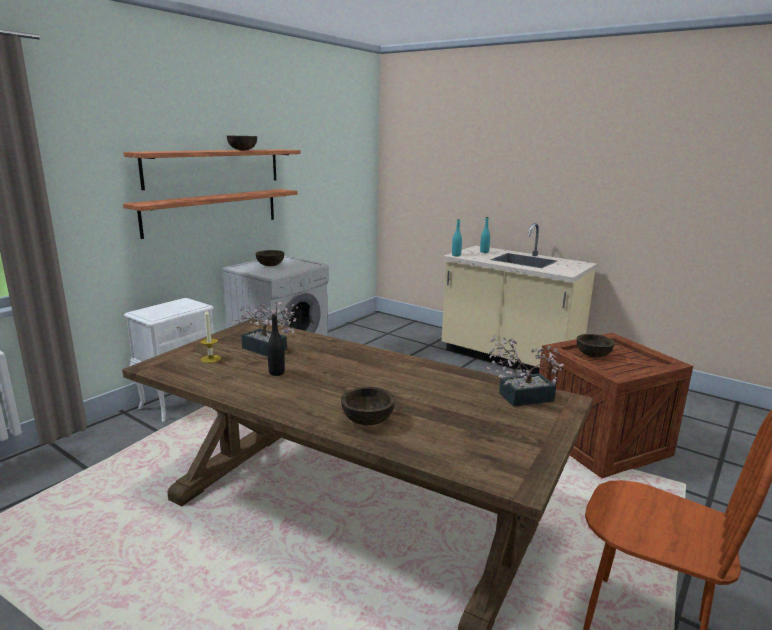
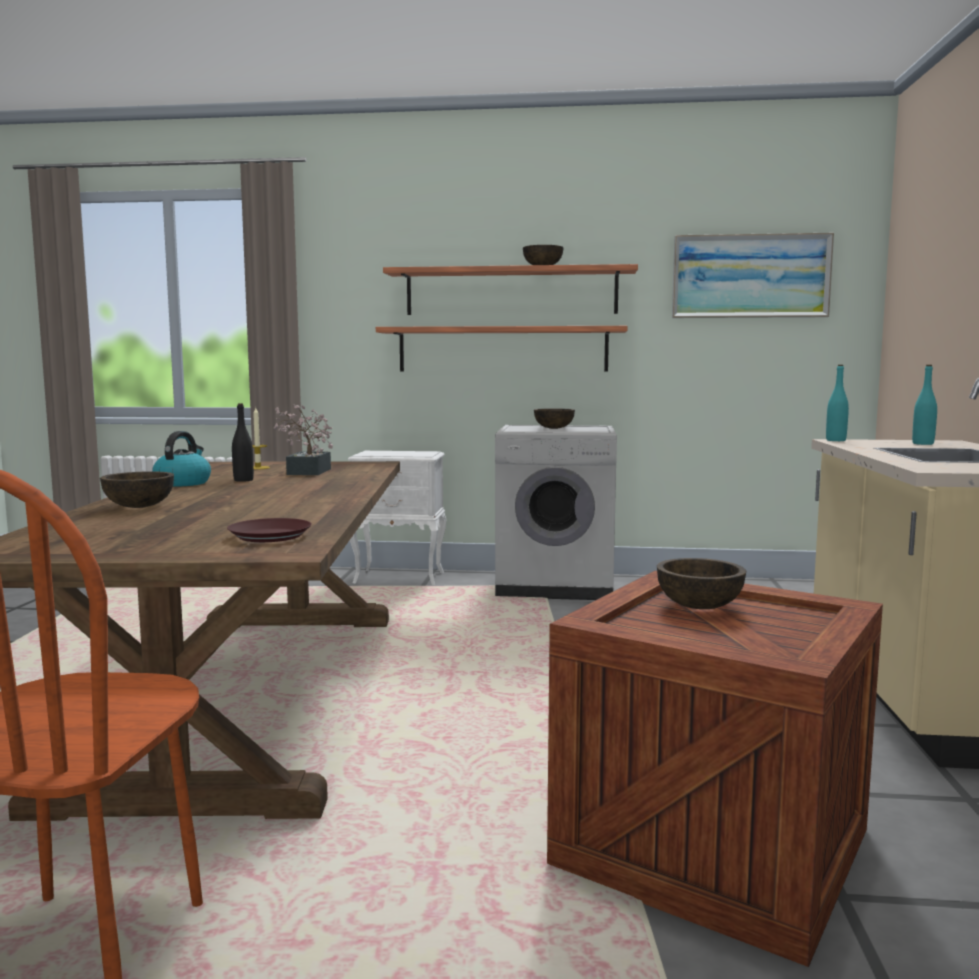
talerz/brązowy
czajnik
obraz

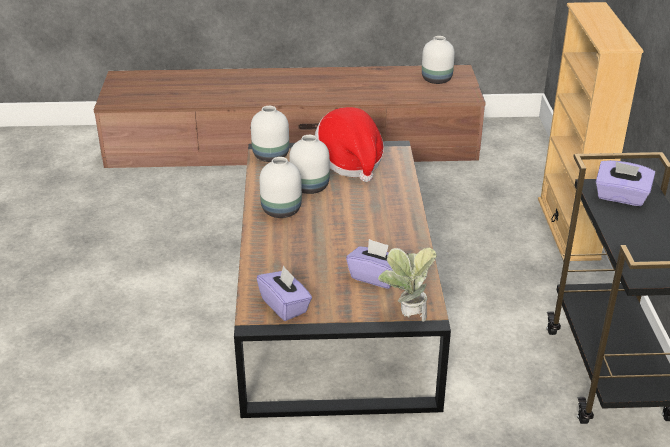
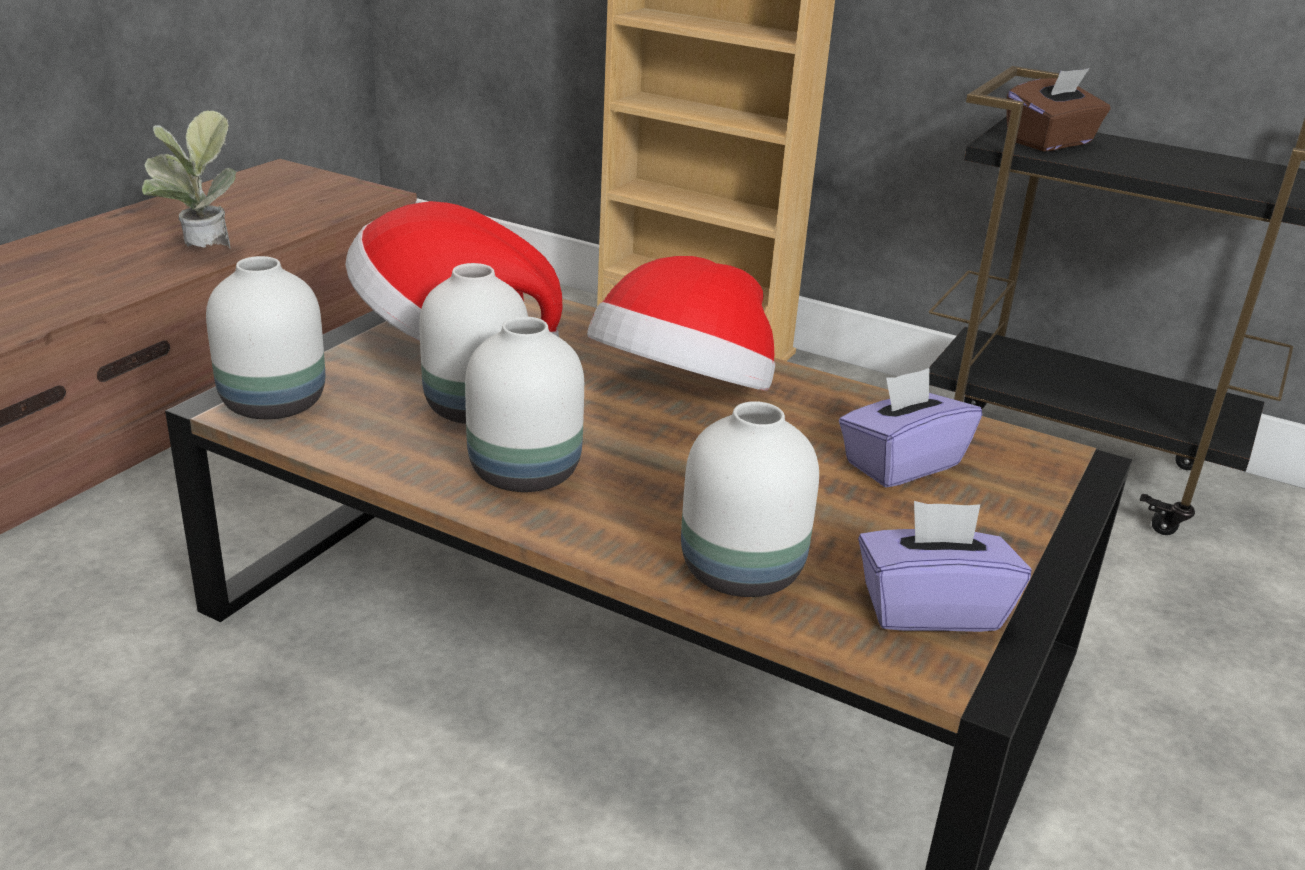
roślina doniczkowa
wazon/biały (4th from left)
pudełko chusteczek/brązowy
kapelusz (2nd from left)

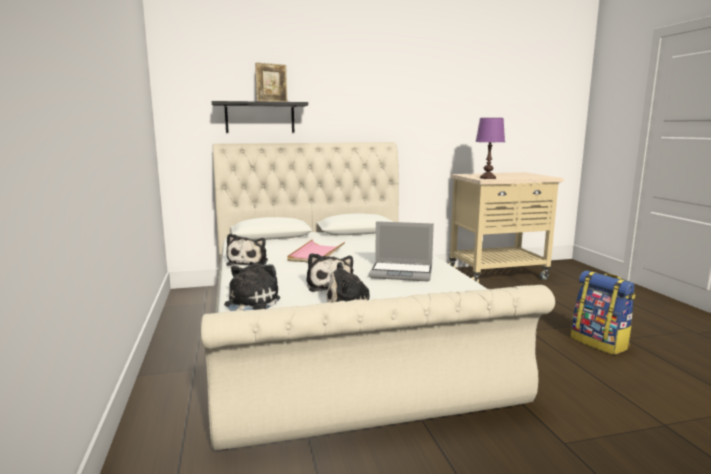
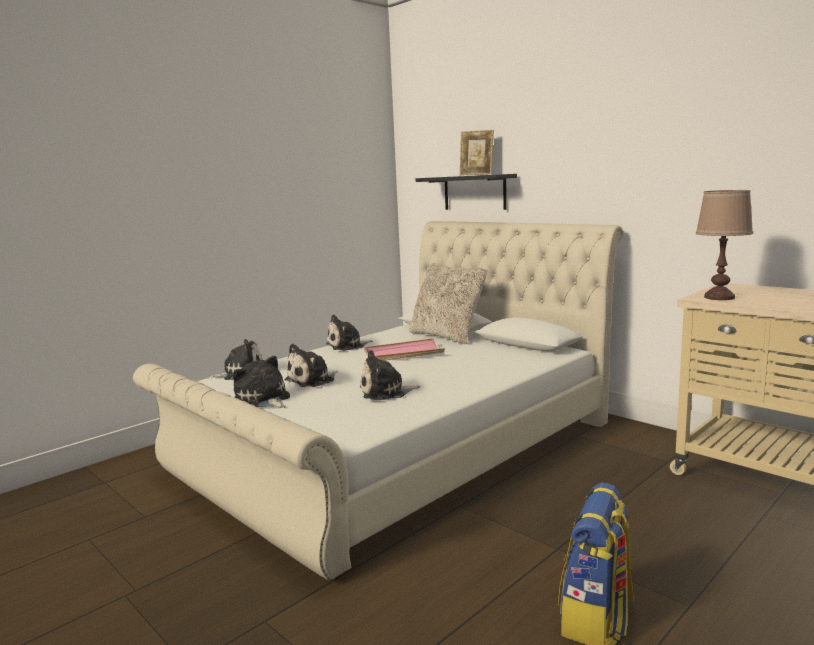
pluszak (5th from left)
lampa stołowa/brązowy
poduszka/beżowy

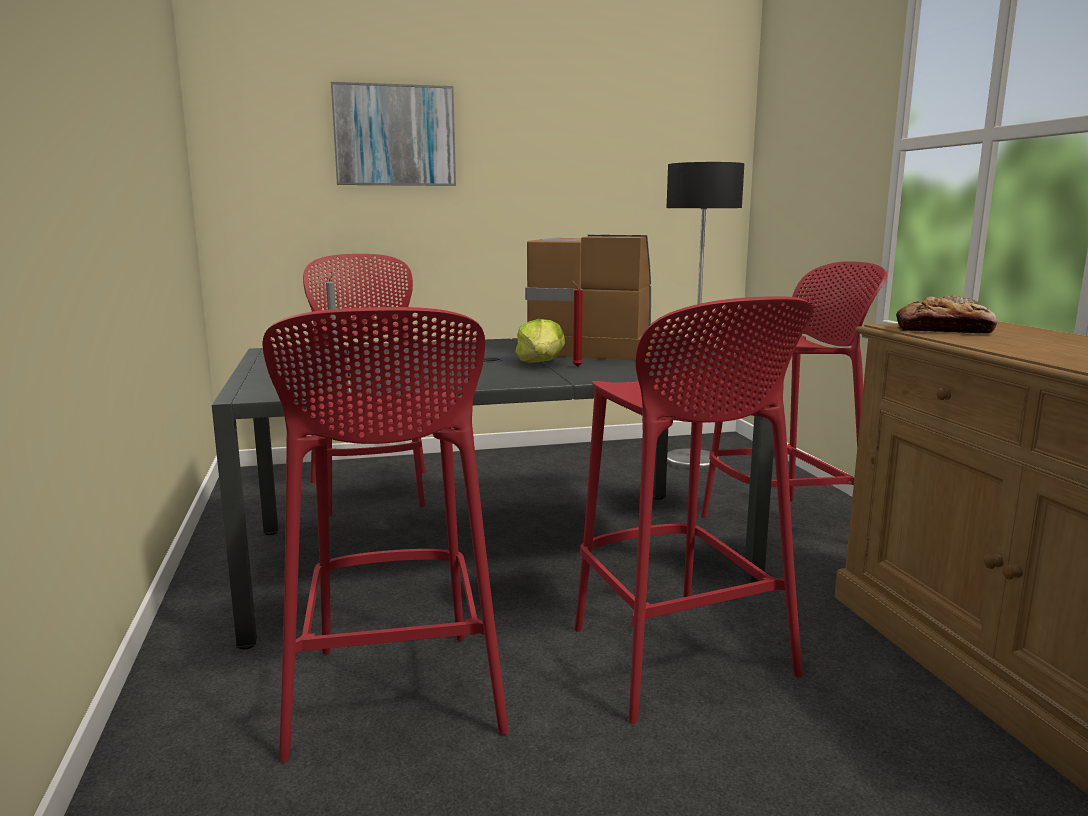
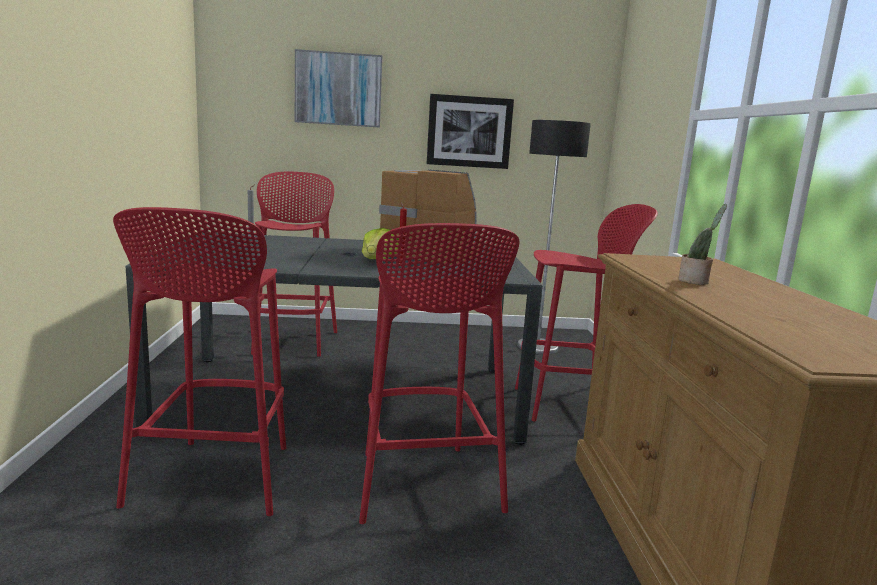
chleb
obraz (2nd from left)
roślina doniczkowa

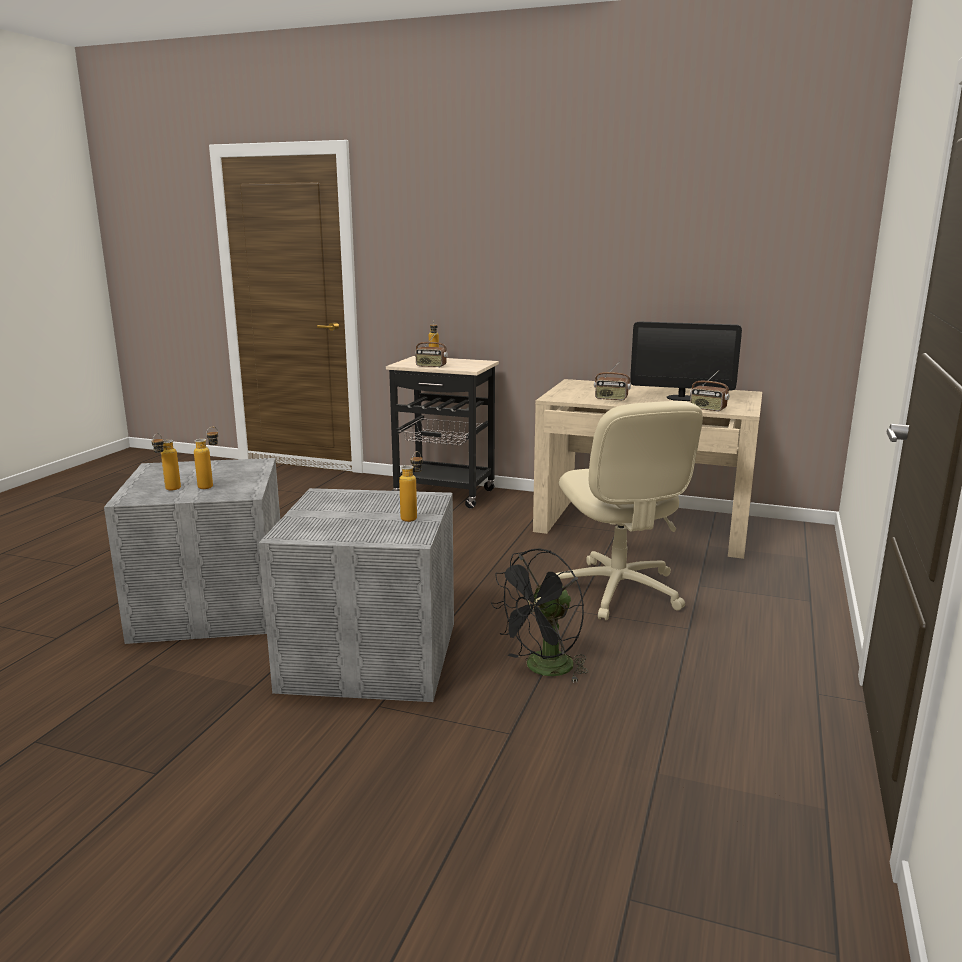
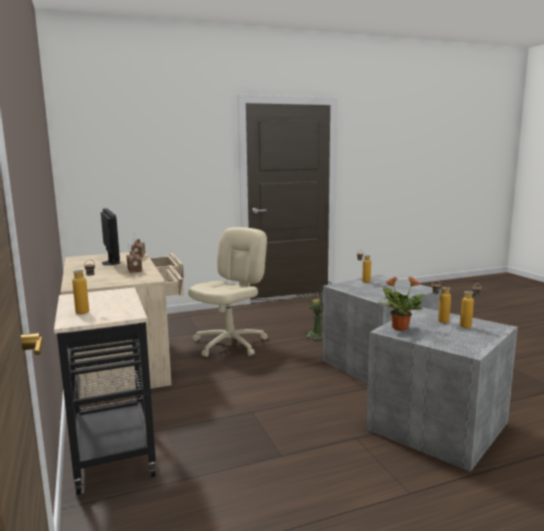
radio (1st from left in the first image)
roślina doniczkowa

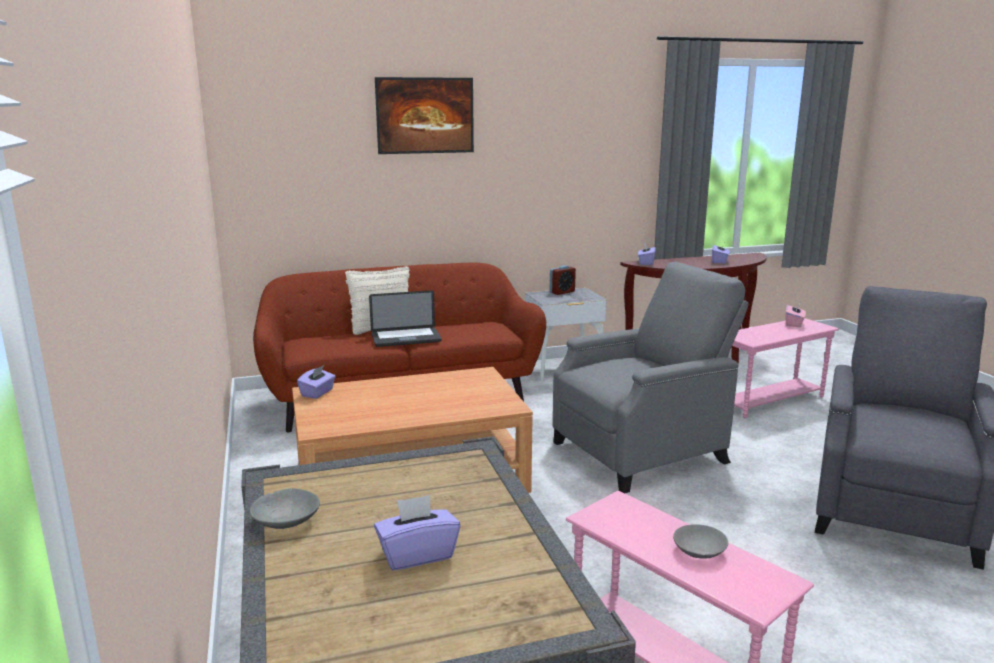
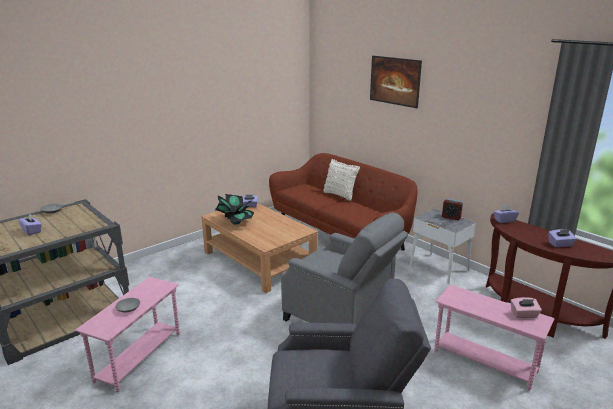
laptop
roślina doniczkowa

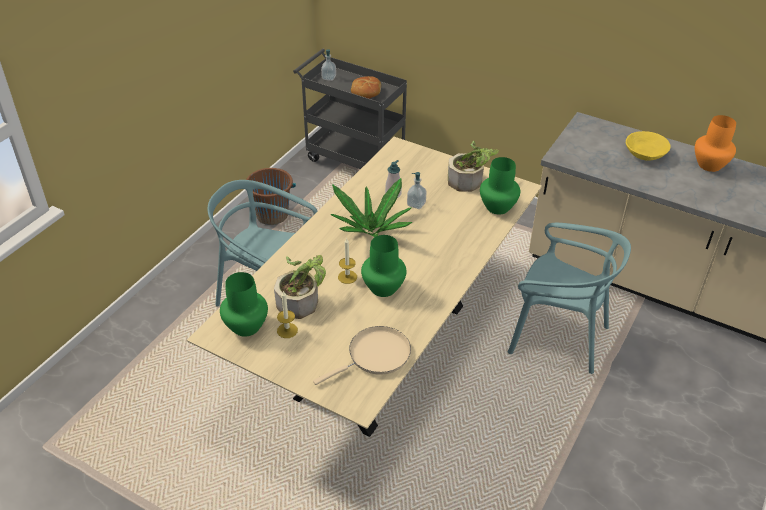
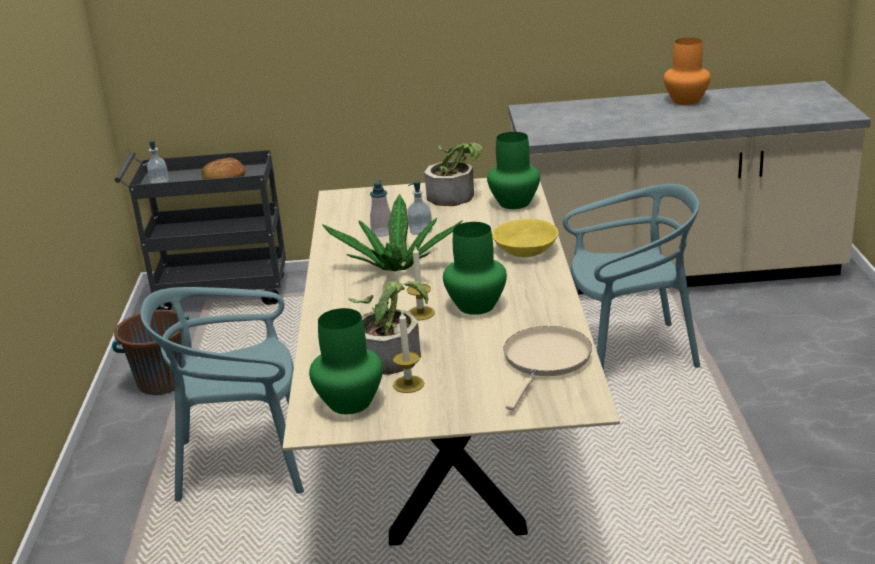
miska/żółty

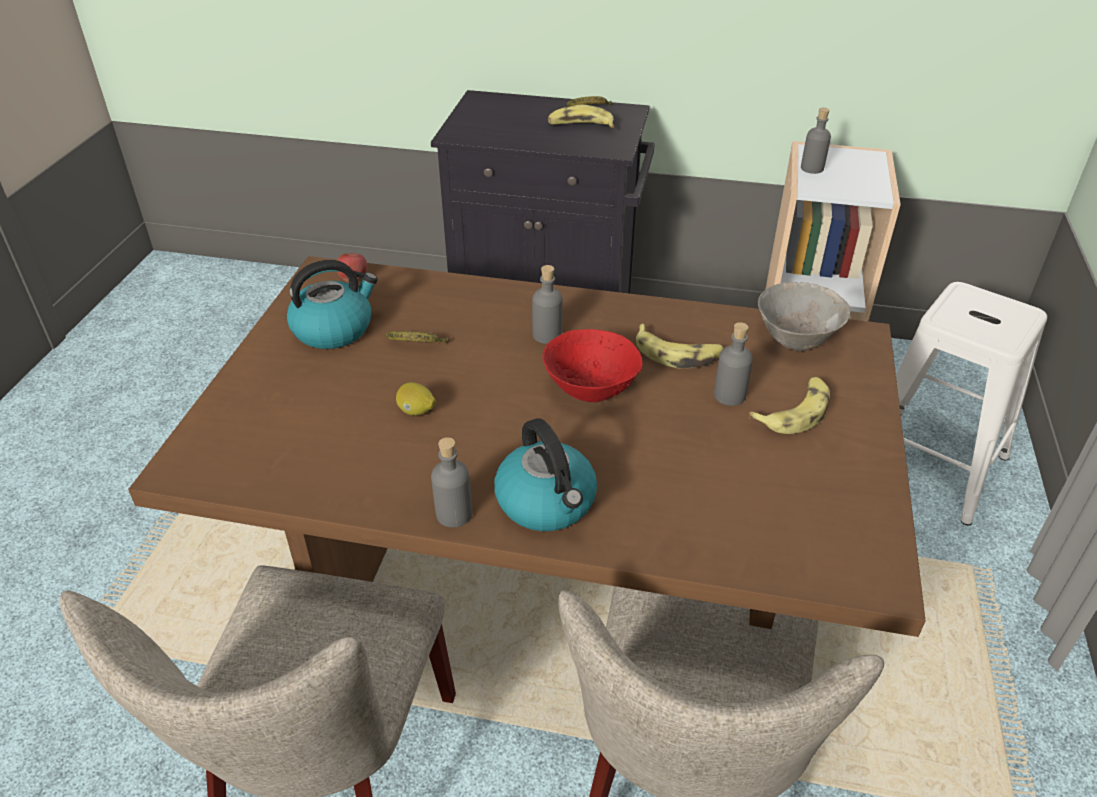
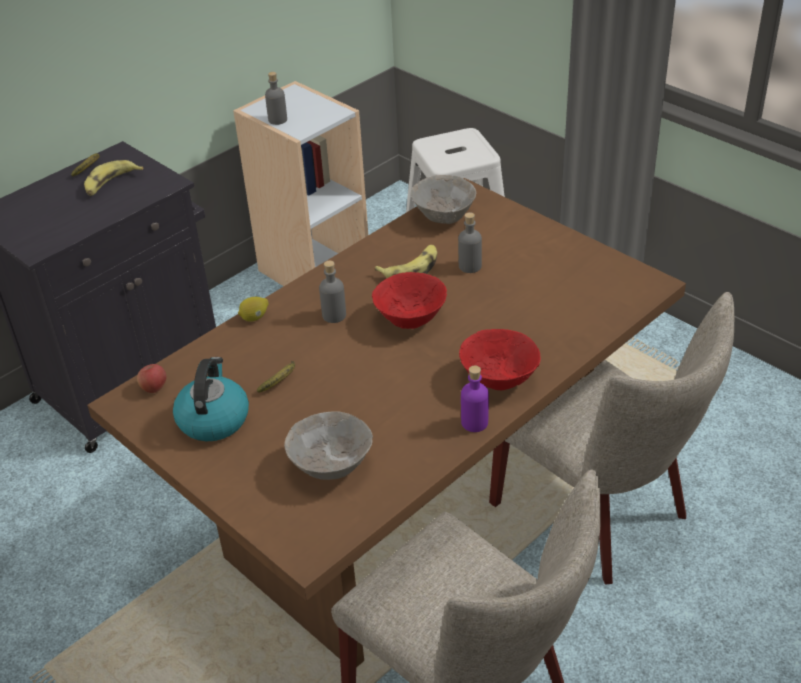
cytryna
butelka/fioletowy
miska/czerwony (2nd from left)
banan (5th from left in the first image)
miska/szary (1st from left)

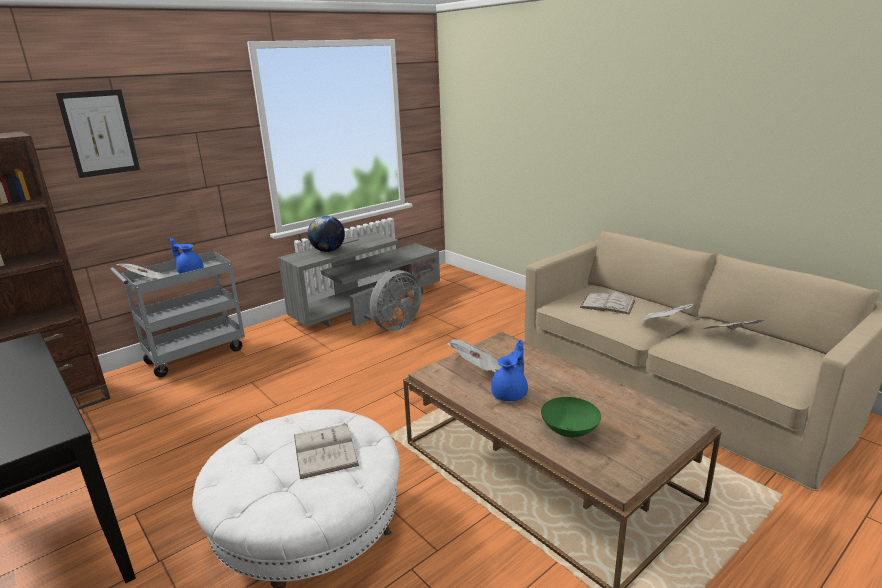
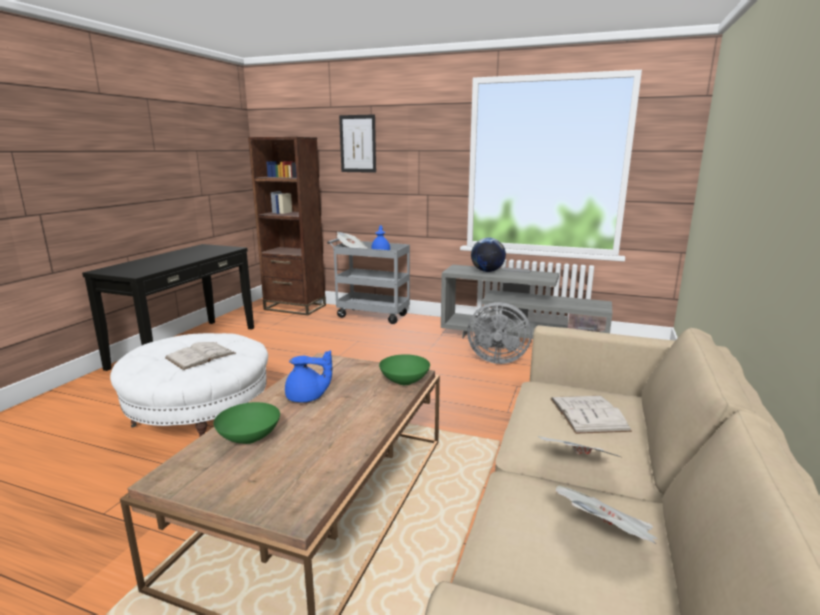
gazeta (2nd from left in the first image)
miska/zielony (2nd from left)

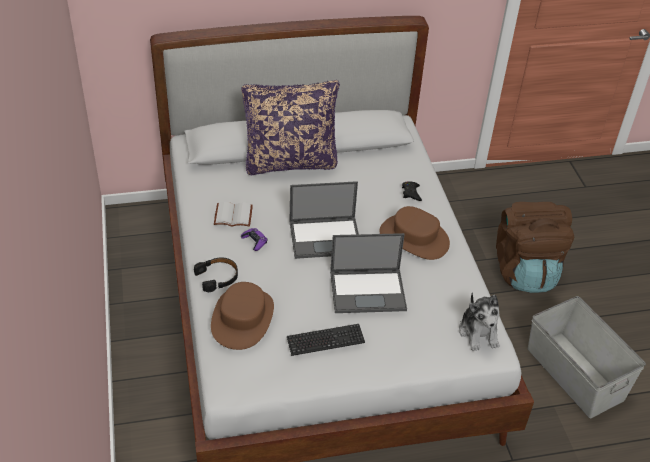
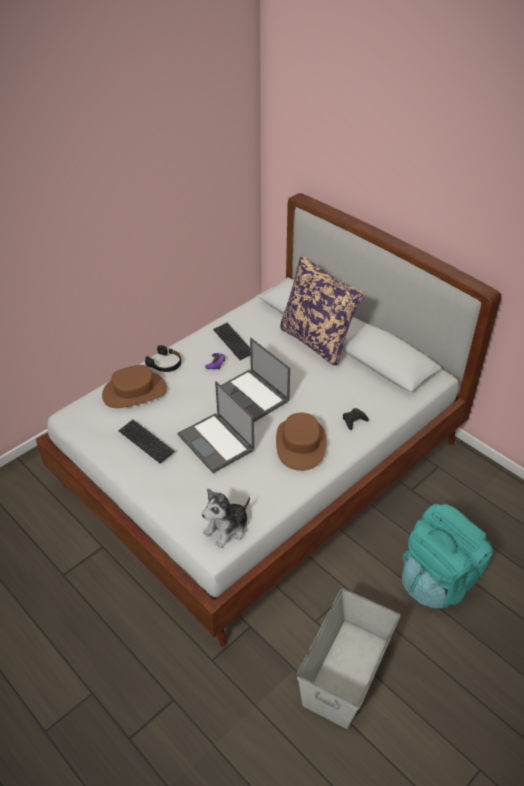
klawiatura (2nd from left)
plecak/turkusowy

